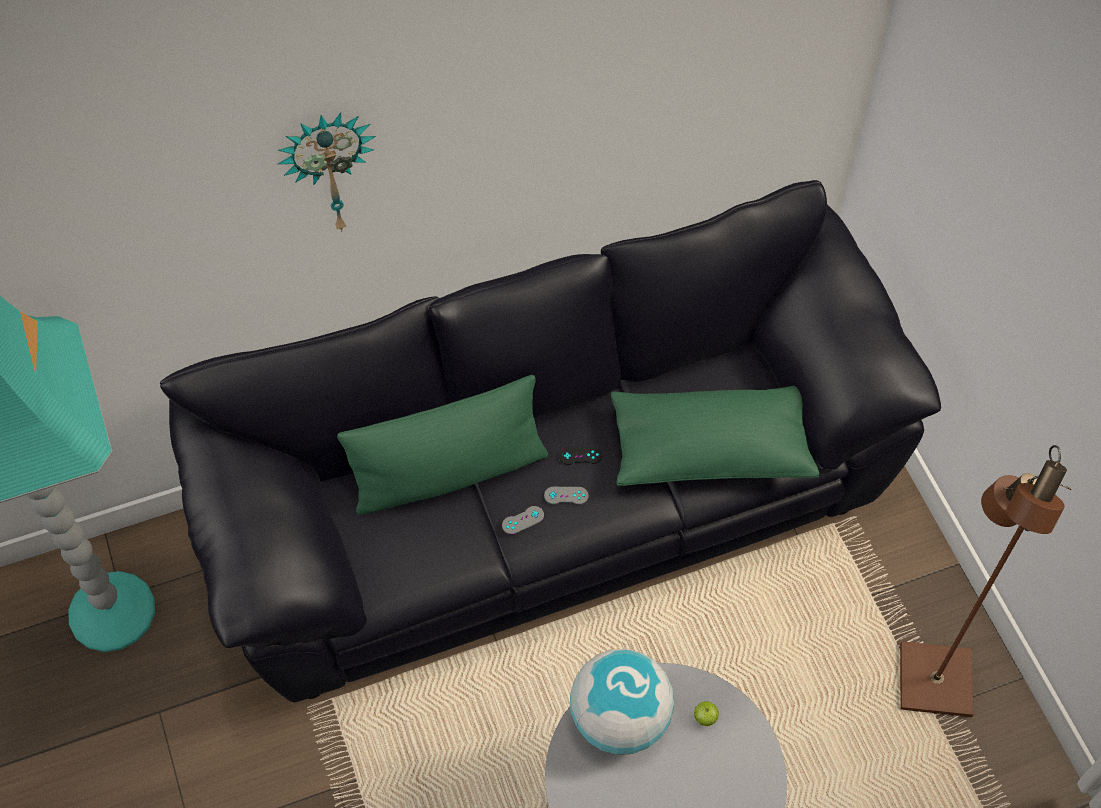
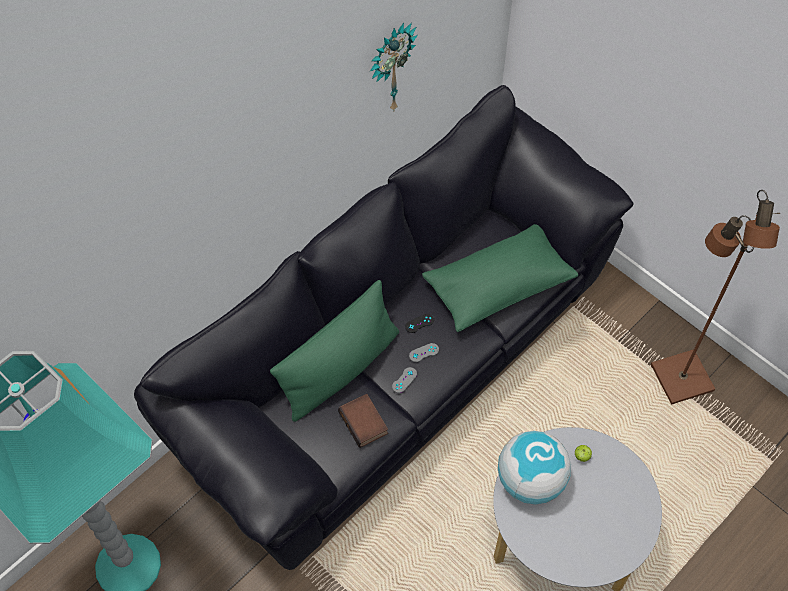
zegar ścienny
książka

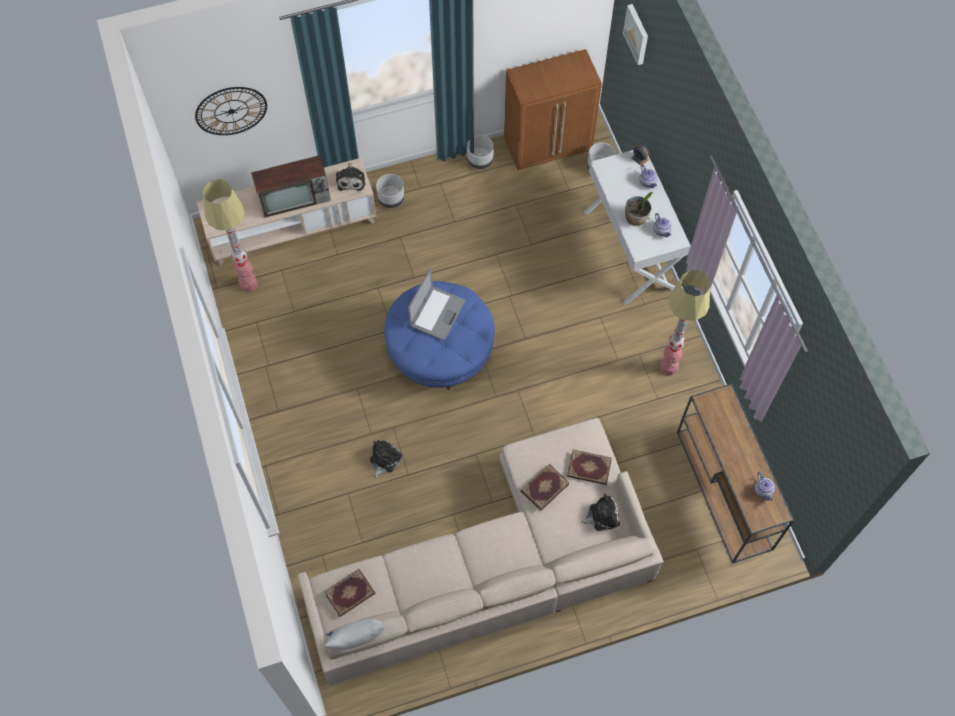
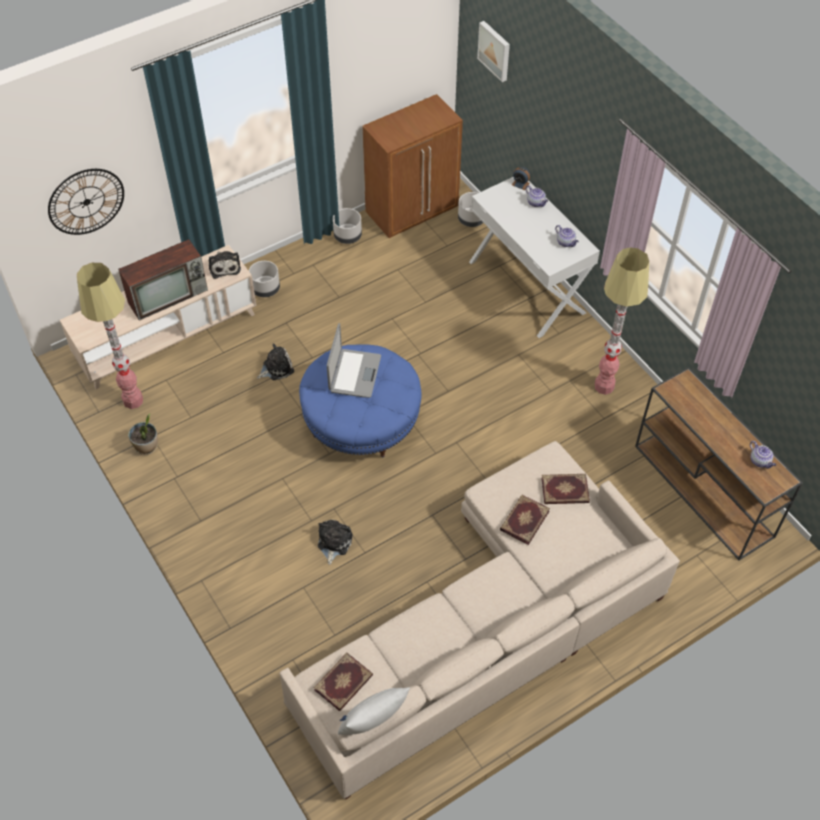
pluszak (2nd from left)
roślina doniczkowa

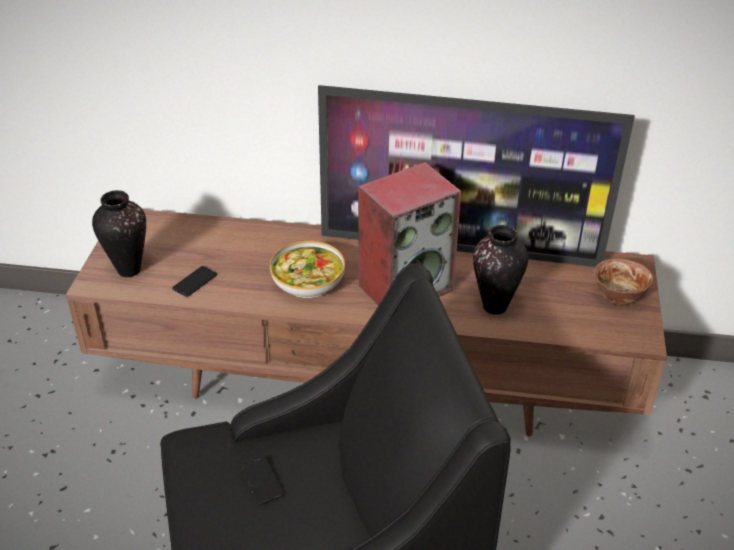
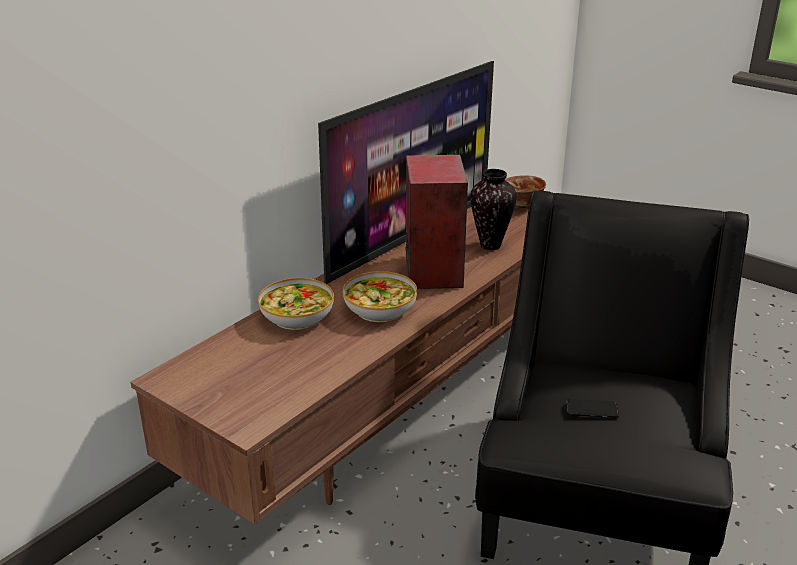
wazon (1st from left in the first image)
telefon (1st from left in the first image)
miska (1st from left)

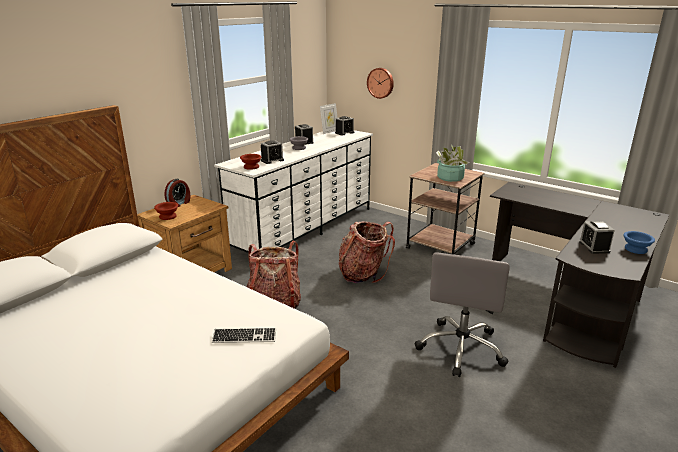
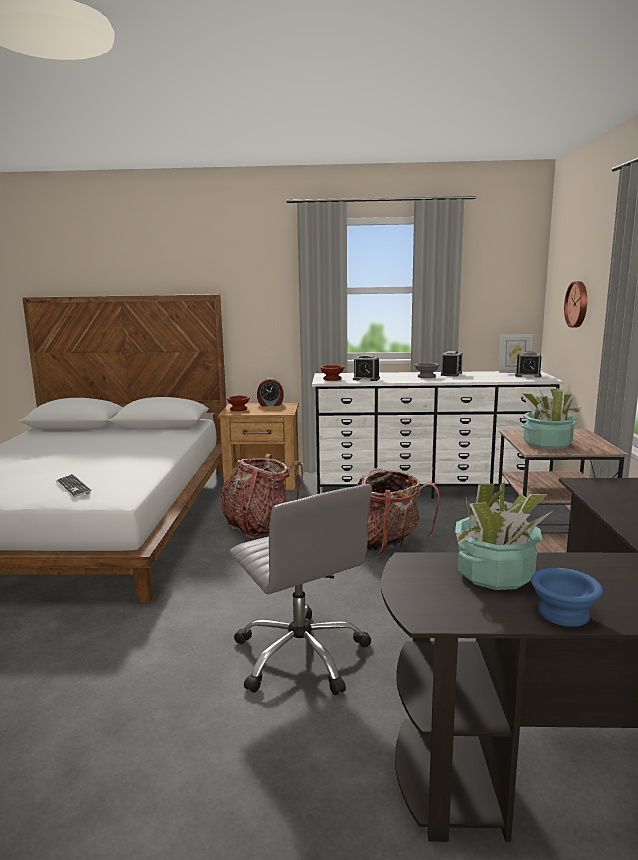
krzesło biurowe/szary
roślina doniczkowa (1st from left)

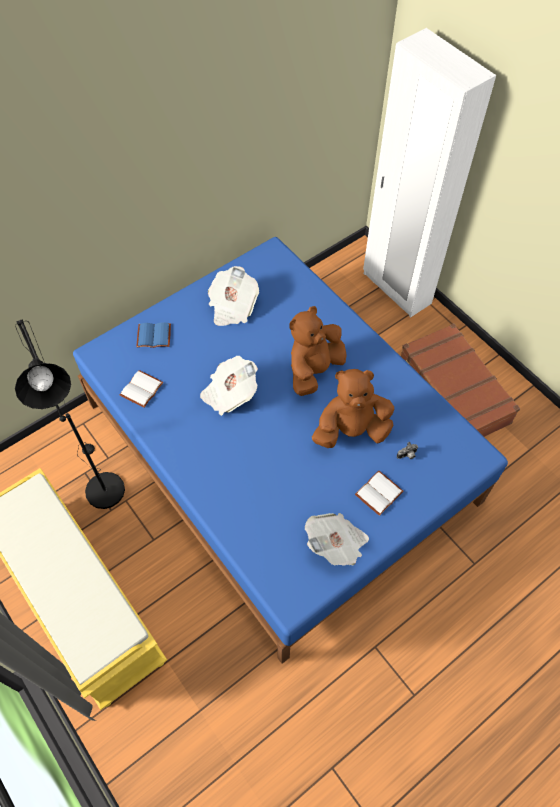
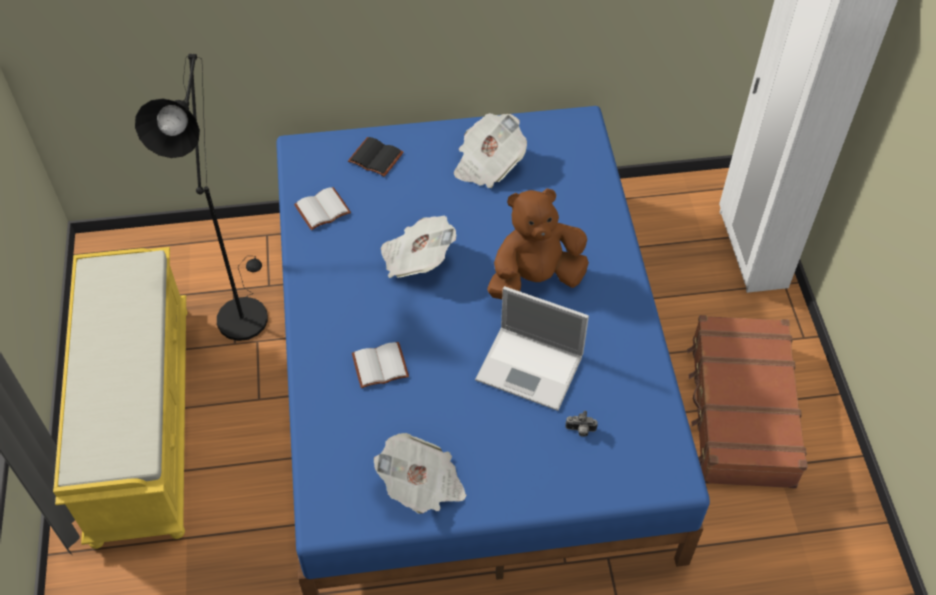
książka/czarny
laptop
książka/biały (2nd from left)

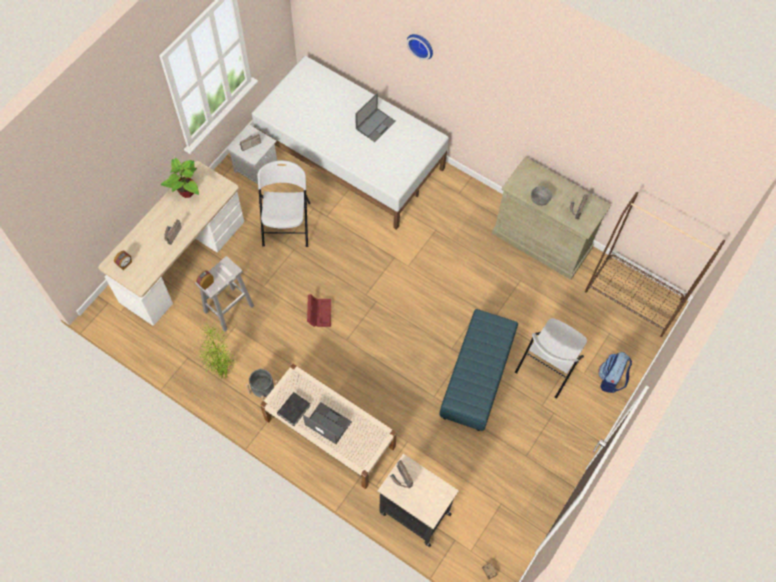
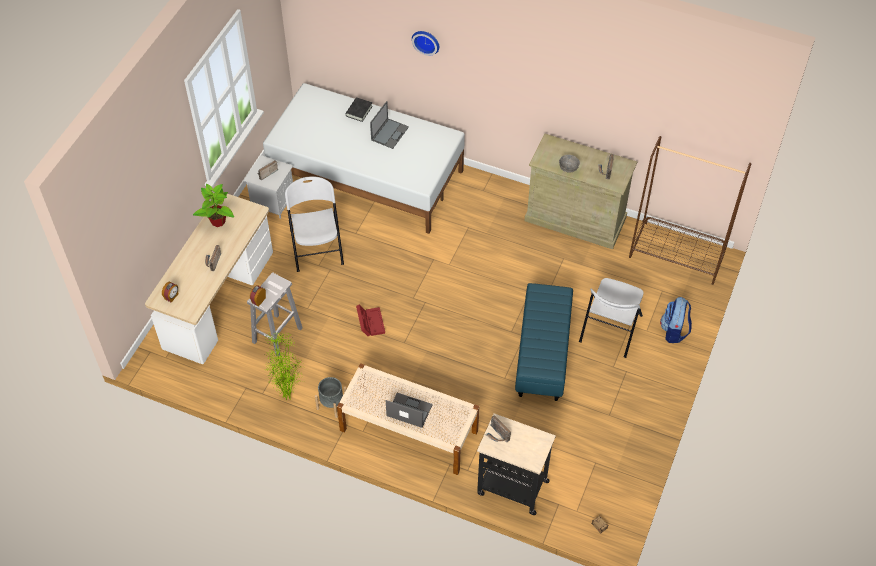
książka/czarny

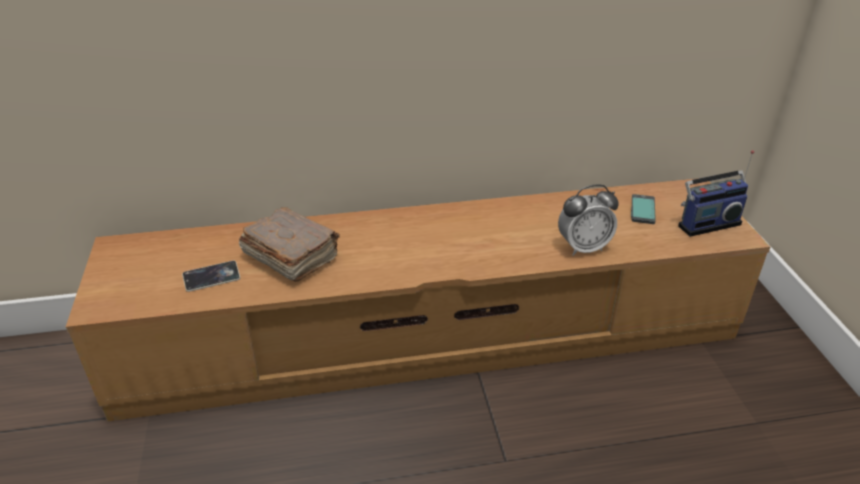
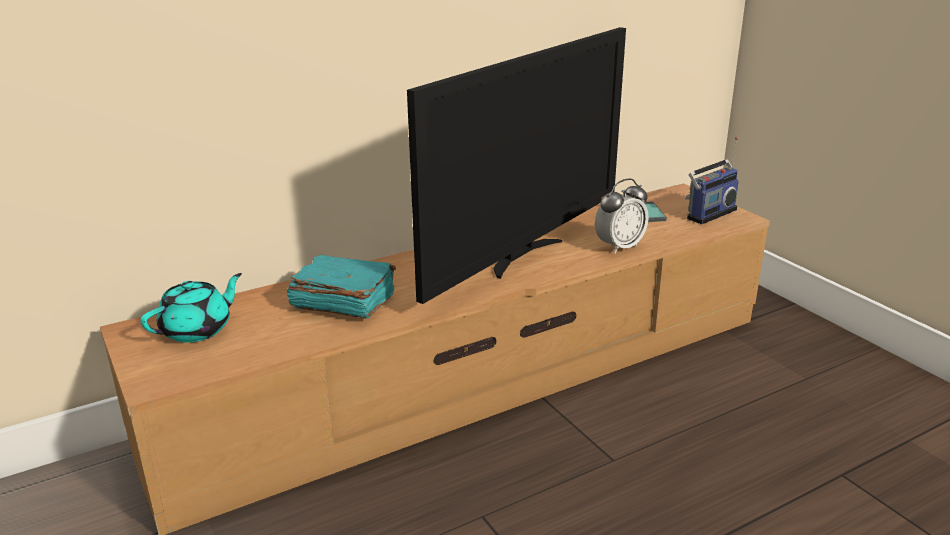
telefon (1st from left in the first image)
książka/turkusowy
imbryk/turkusowy
telewizor

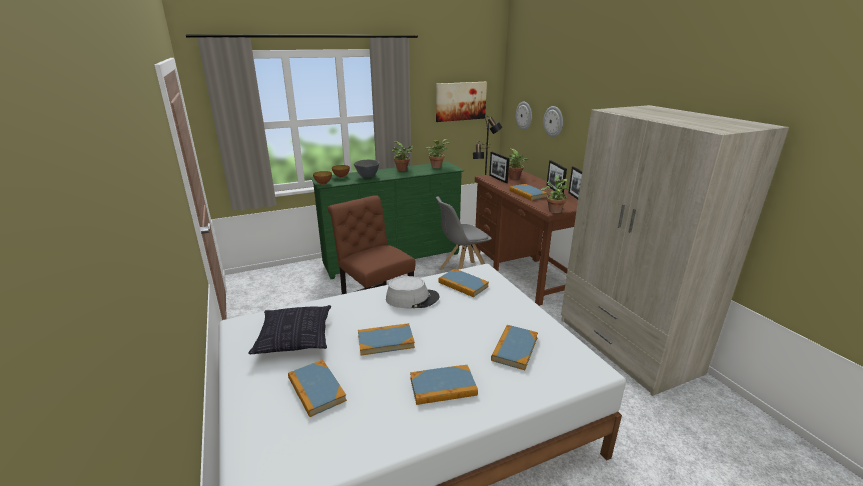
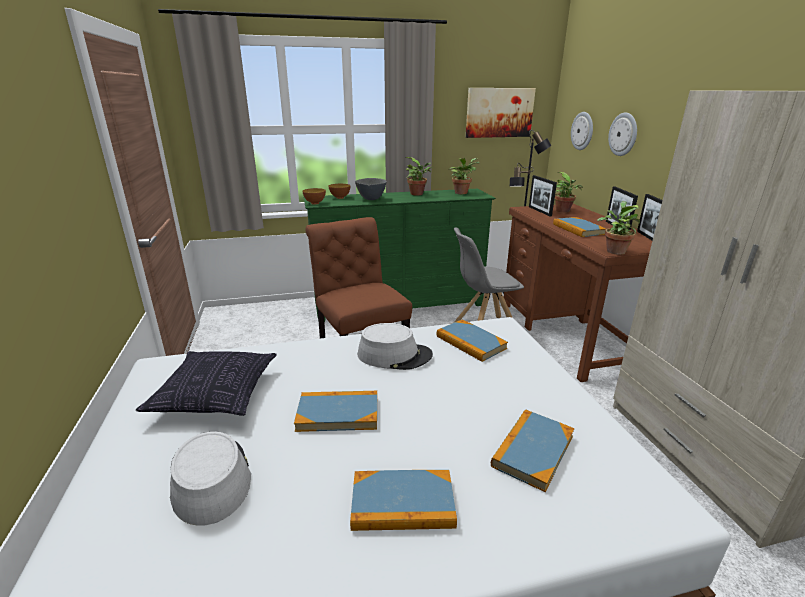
kapelusz/szary (1st from left)

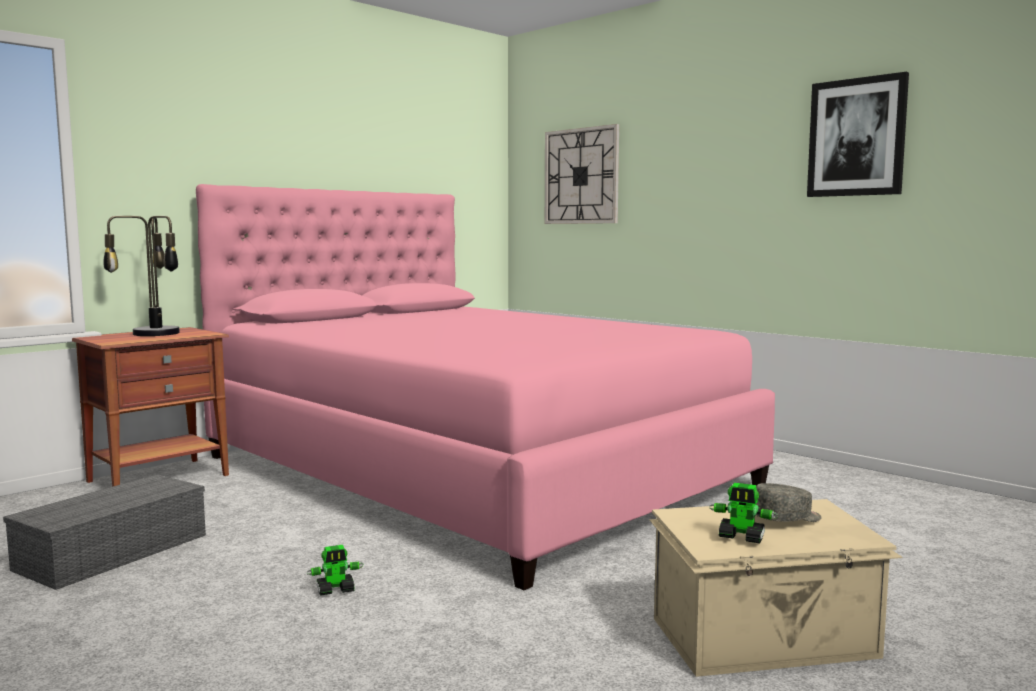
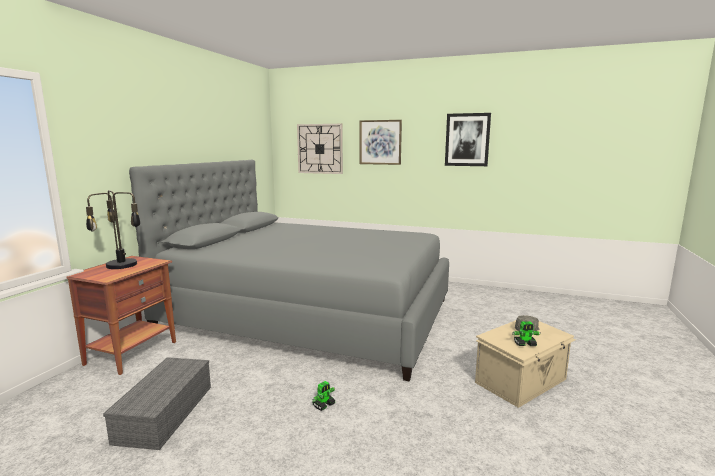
łóżko/szary
obraz (1st from left)

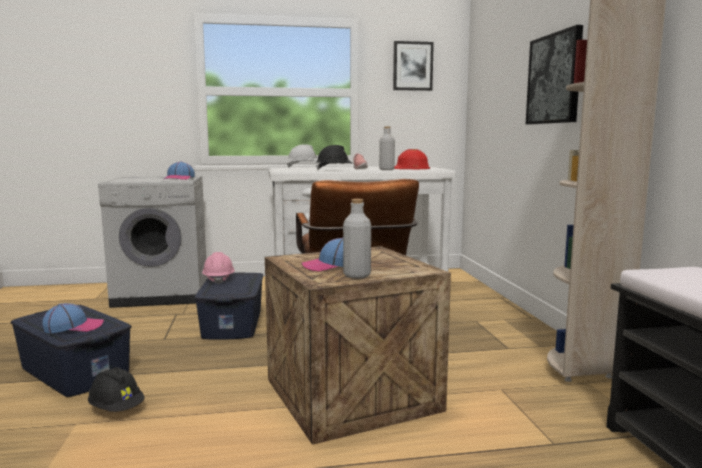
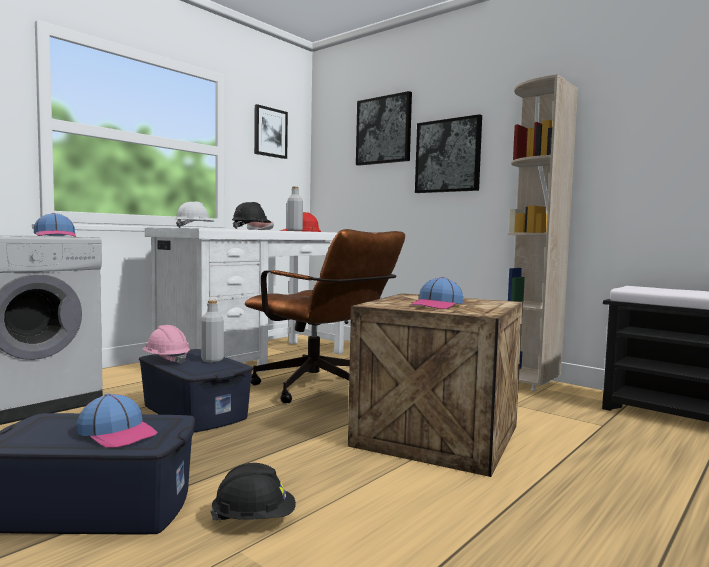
czapka z daszkiem (2nd from left)
butelka/szary (1st from left)
obraz (2nd from left)

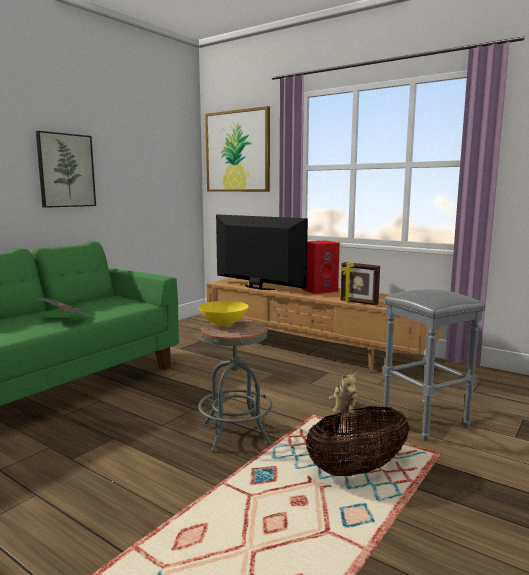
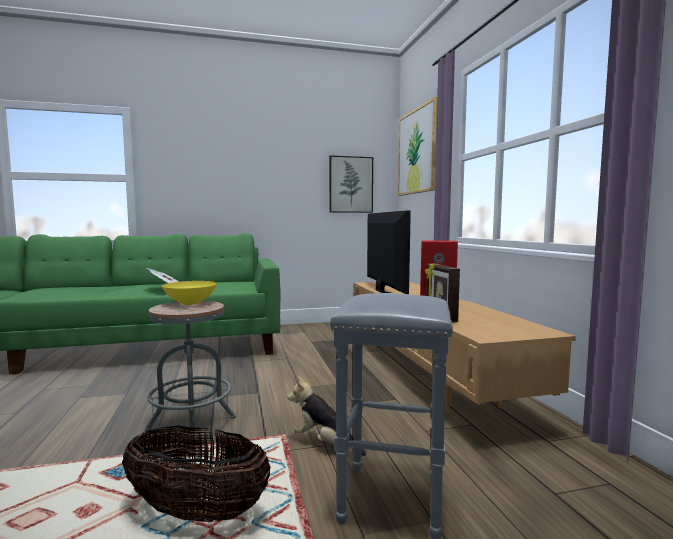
obraz (1st from left)
pluszak

